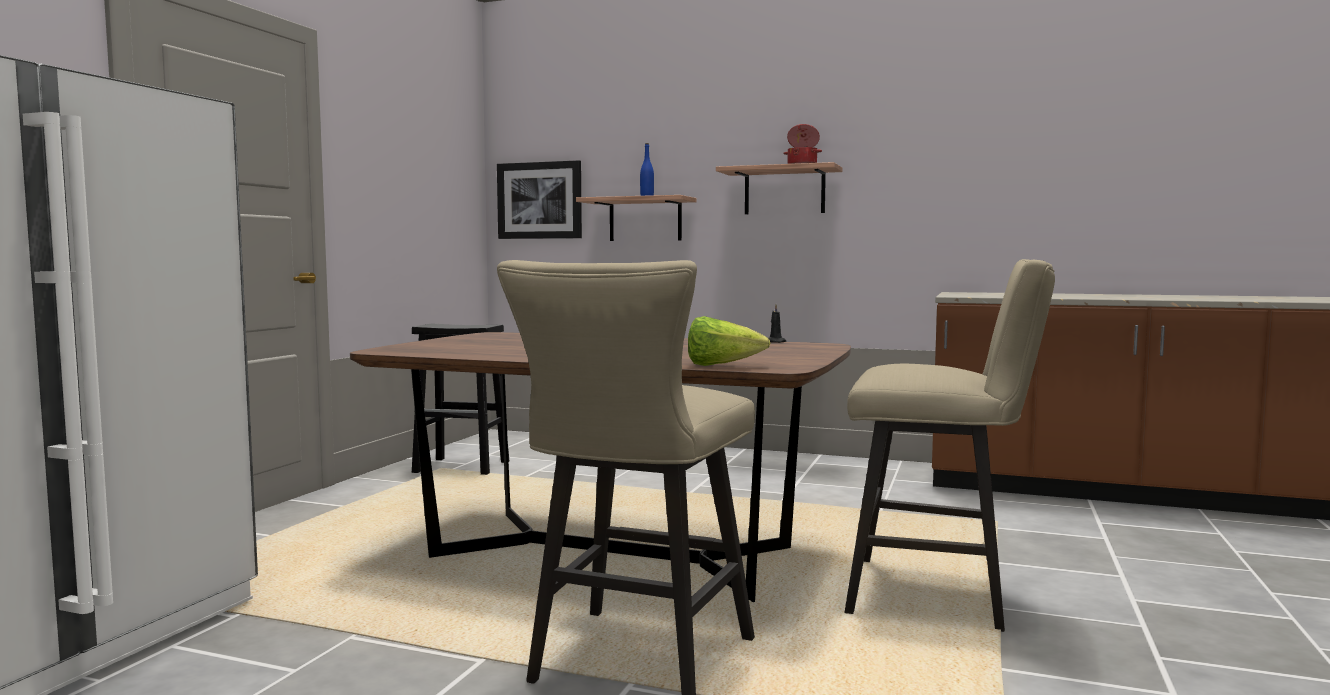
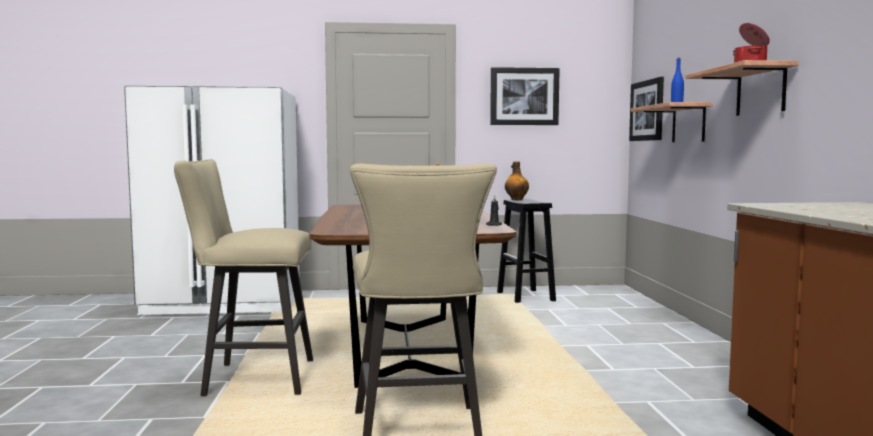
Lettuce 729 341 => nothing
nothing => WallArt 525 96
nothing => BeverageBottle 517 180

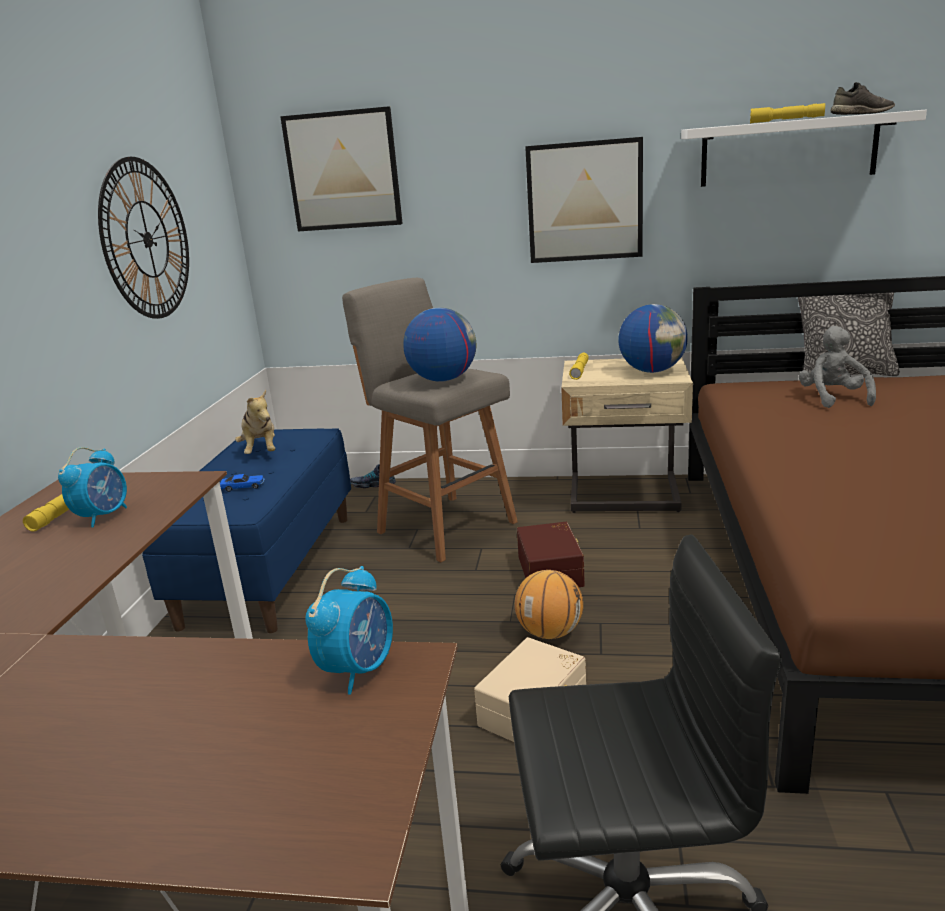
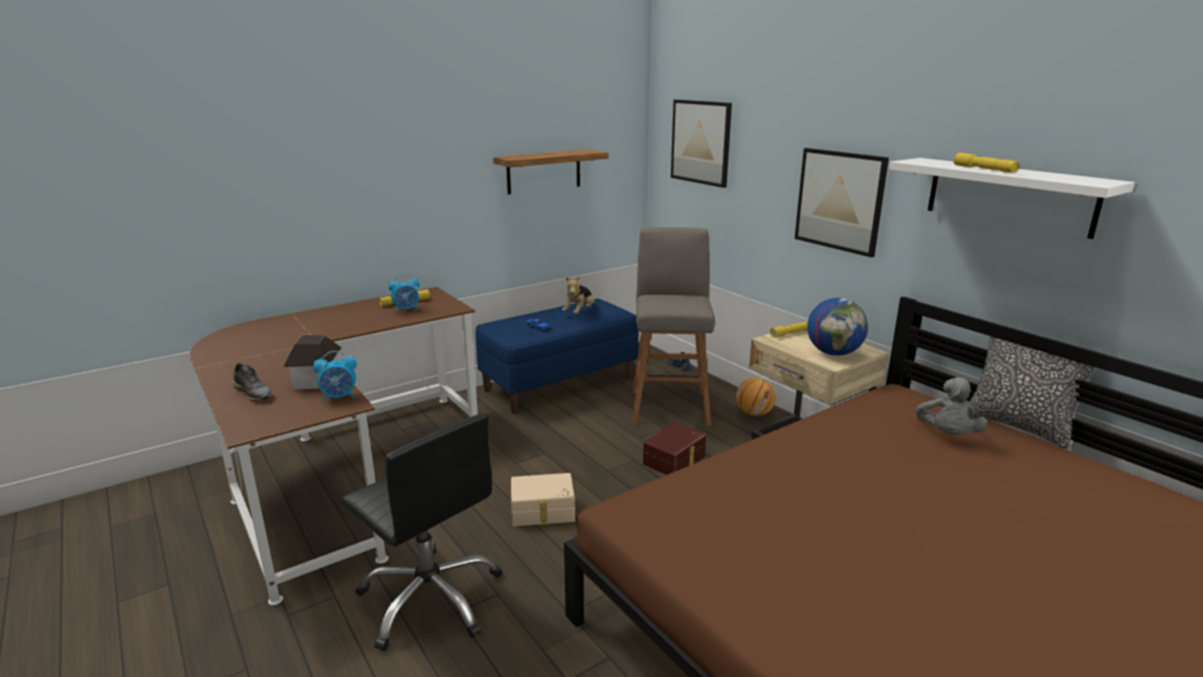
GrayItemOfFootwear 862 98 => GrayItemOfFootwear 253 382, relocated
ClockOnTheWall 143 238 => WallShelf 551 172
DeskGlobe 439 345 => nothing
GrayPlushToy 837 367 => GrayPlushToy 952 406, 150 degrees clockwise
BallForBasketball 549 604 => BallForBasketball 756 396, relocated
nothing => ToyHouse 312 362

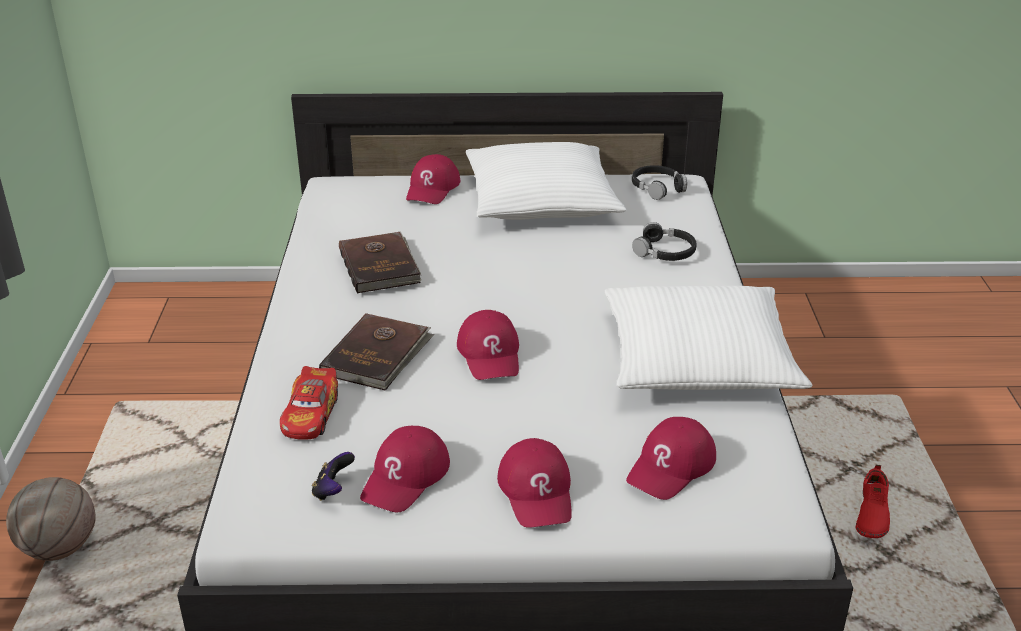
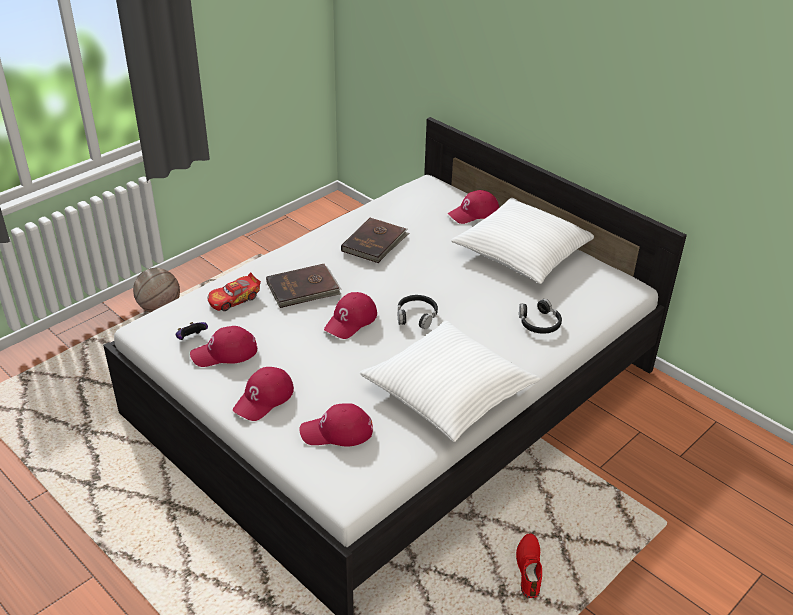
BlackPairOfHeadphones 659 182 => BlackPairOfHeadphones 418 312, relocated
RedItemOfFootwear 872 501 => RedItemOfFootwear 529 565, 120 degrees clockwise

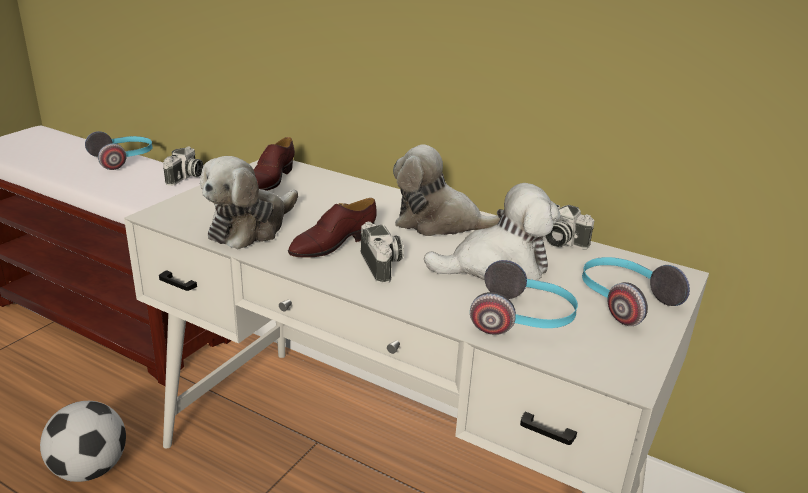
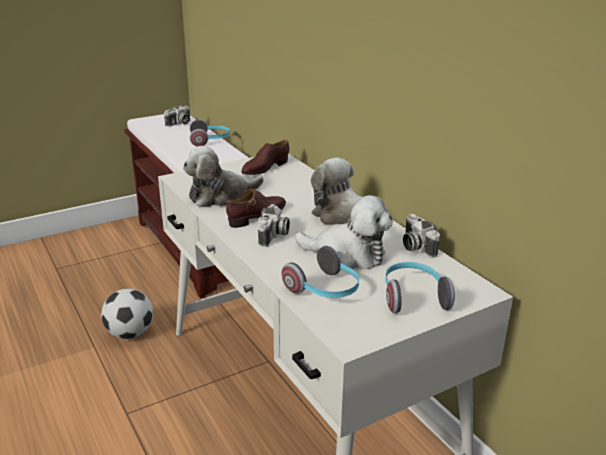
StillCamera 183 166 => StillCamera 177 116, relocated
BrownItemOfFootwear 332 228 => BrownItemOfFootwear 256 208, 150 degrees clockwise

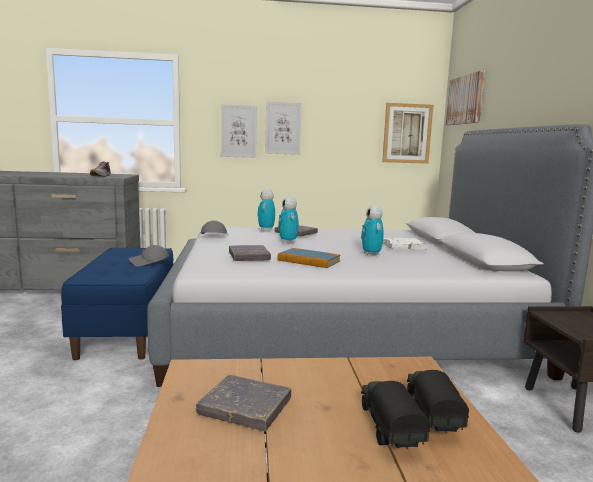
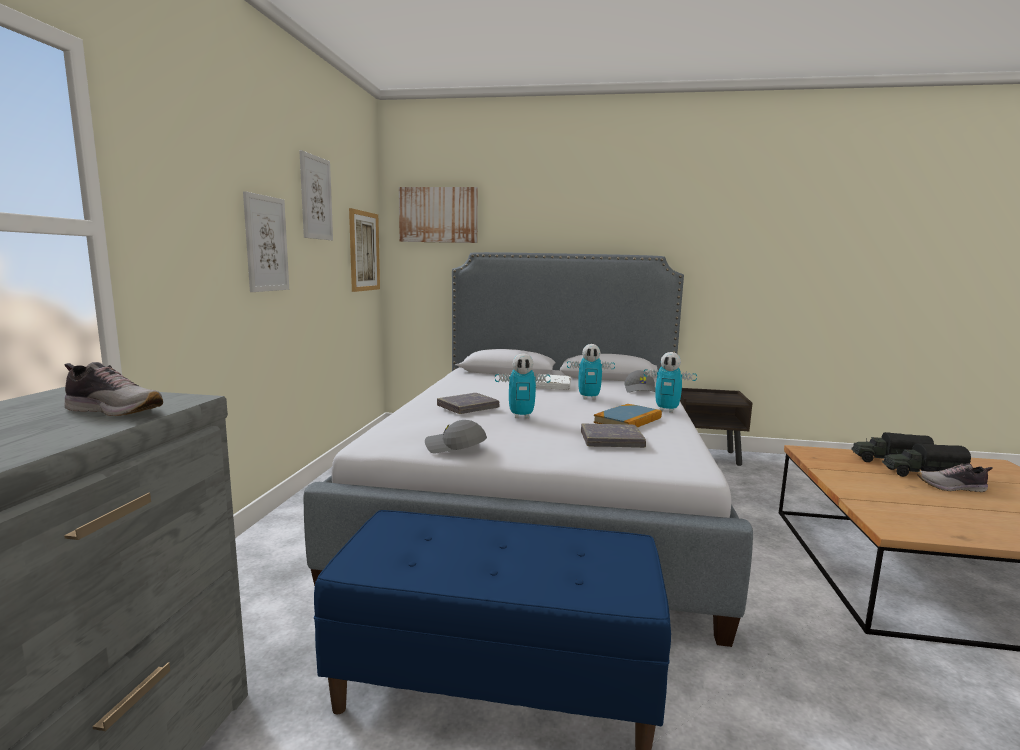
WallArt 239 131 => WallArt 316 195, relocated
RobotFigure 266 210 => RobotFigure 670 382, relocated
GrayBaseballCap 149 255 => GrayBaseballCap 640 381, relocated
GrayBook 243 403 => nothing
nothing => ItemOfFootwear 955 477

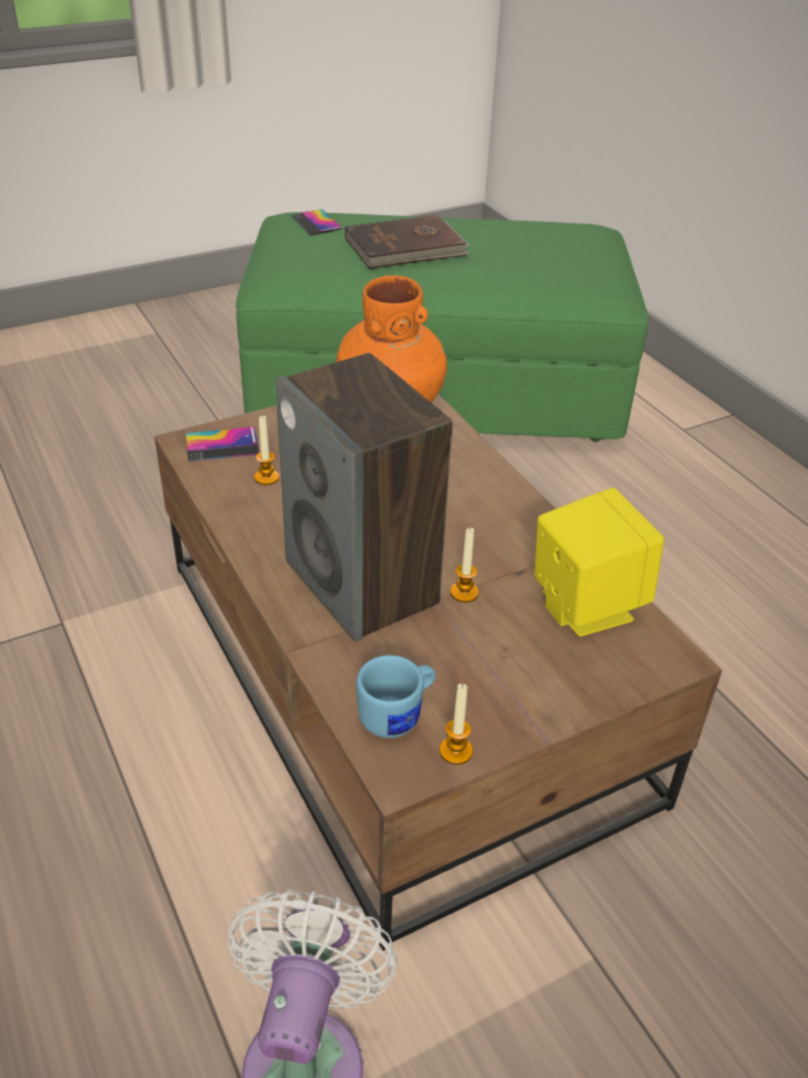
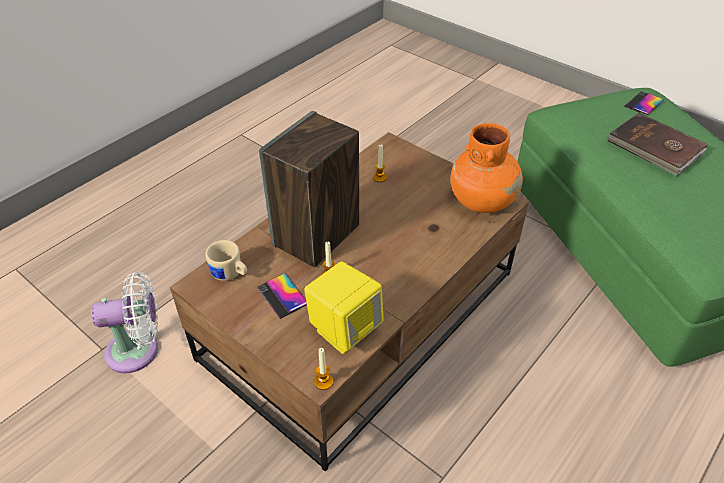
Phone 222 444 => Phone 282 296, relocated
BlueColouredCoffeeMug 396 696 => SandColouredCoffeeMug 226 260
WaxLight 456 724 => WaxLight 323 369, relocated

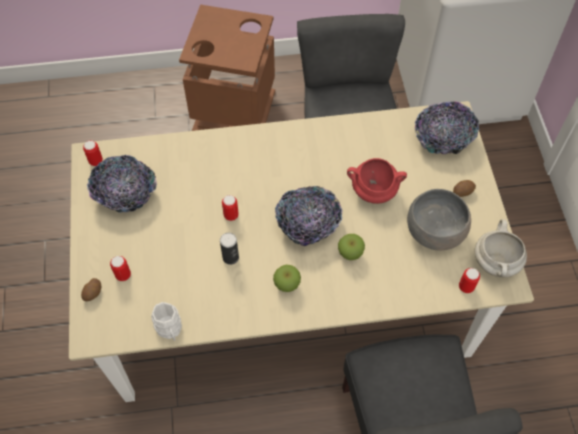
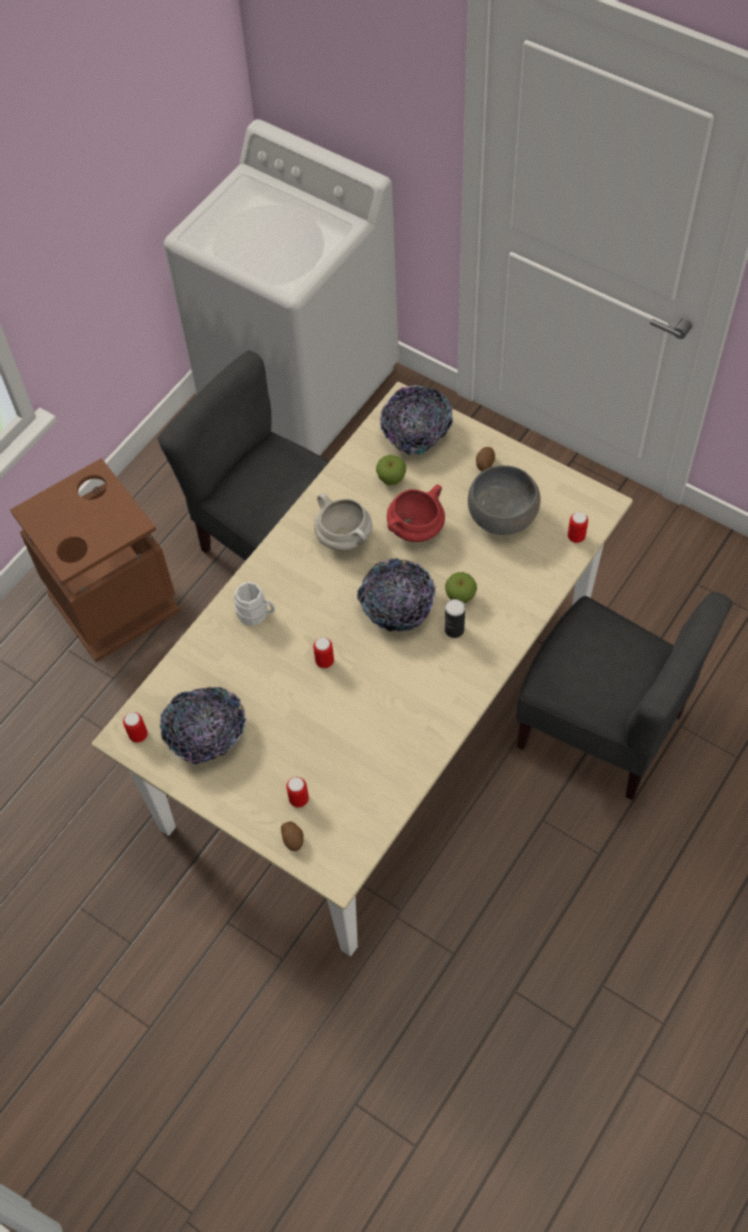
WhitishSaucepot 501 248 => WhitishSaucepot 343 522, relocated
SealedCan 229 249 => SealedCan 455 618, relocated
Apple 287 278 => Apple 391 470, relocated
WhitishCoffeeMug 166 321 => WhitishCoffeeMug 254 604, relocated

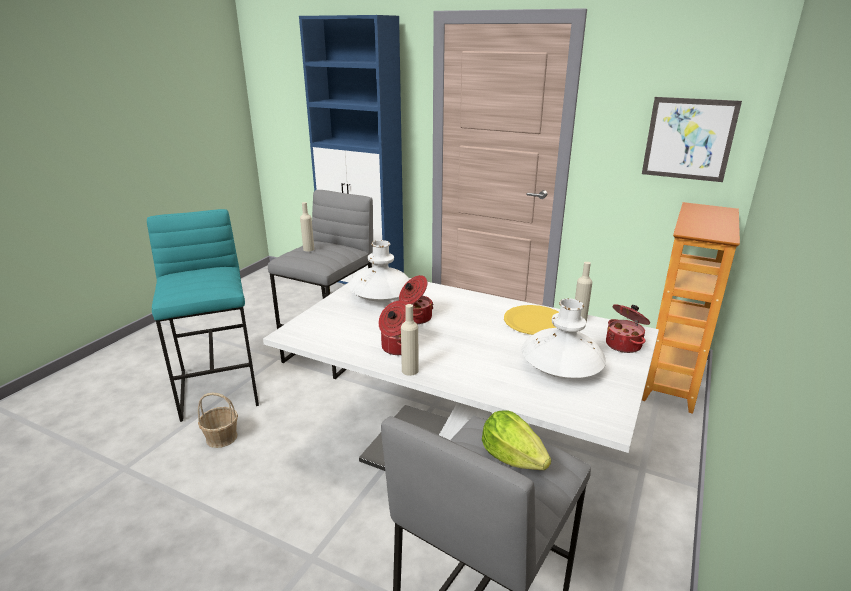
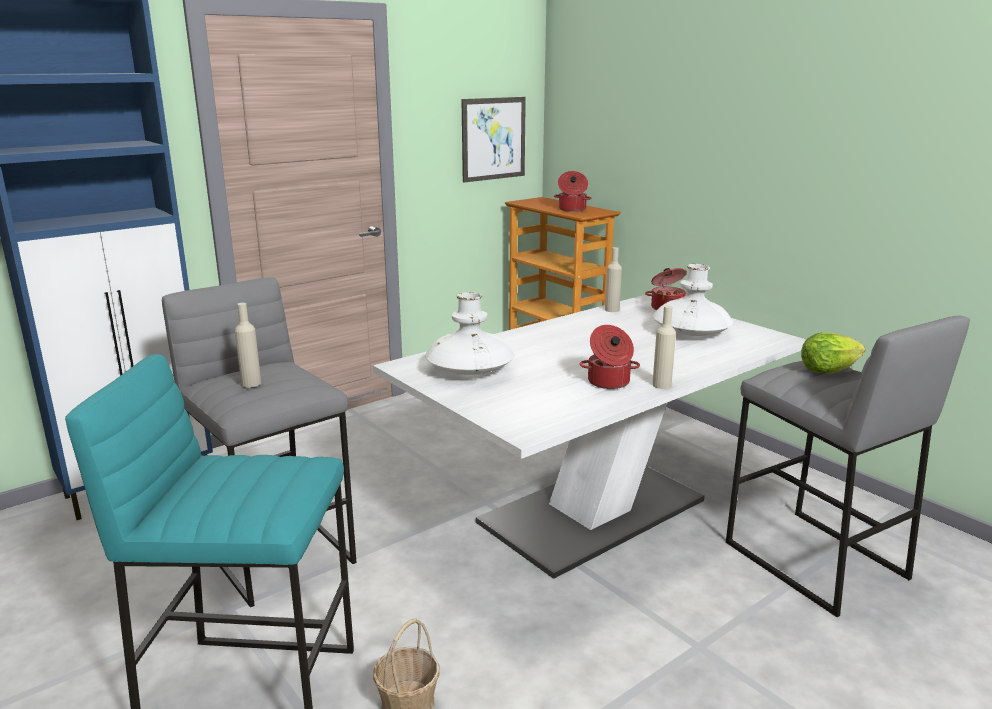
Saucepot 416 299 => Saucepot 573 191, relocated
YellowDinnerPlate 531 320 => nothing

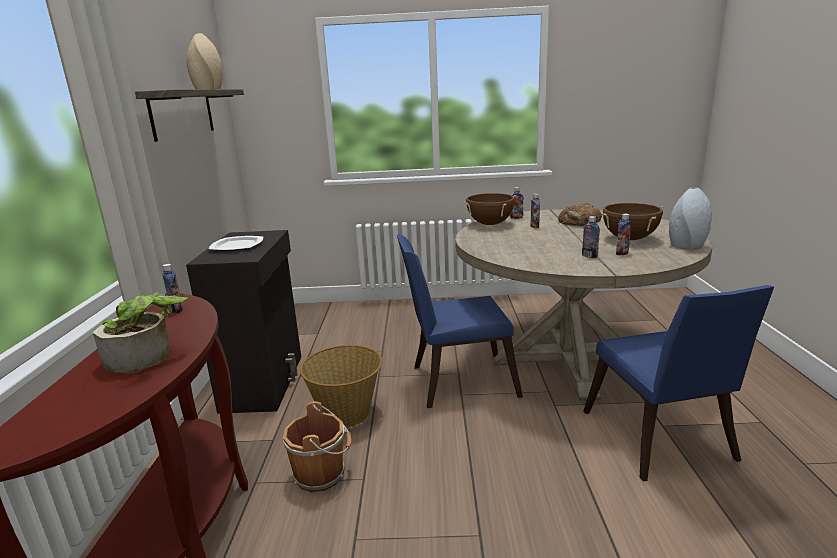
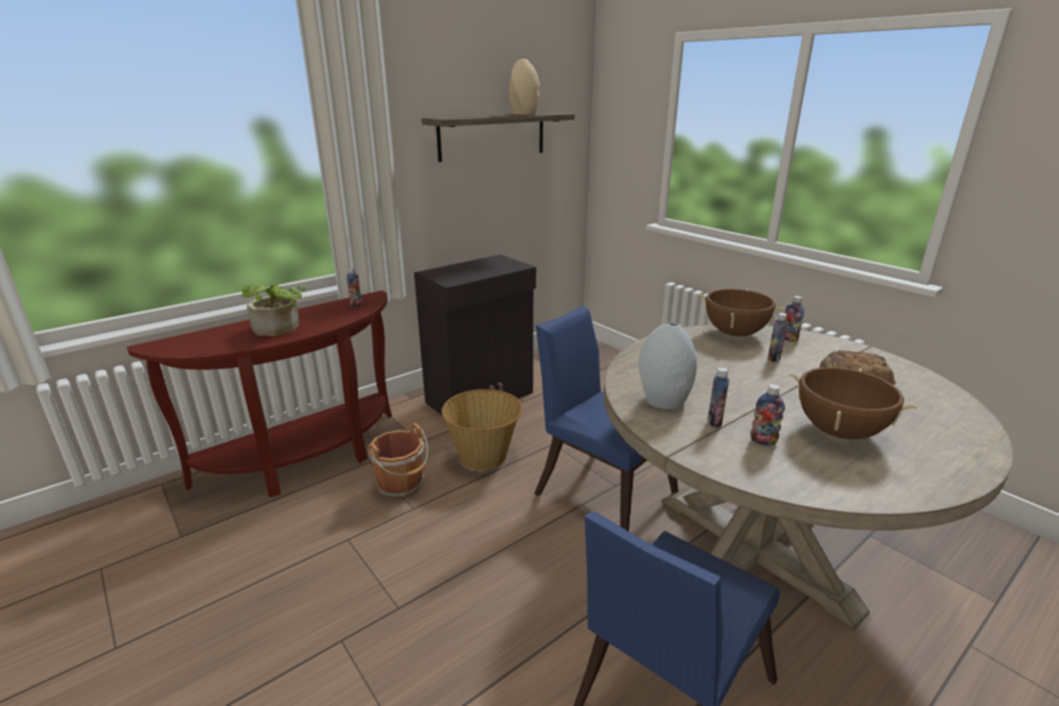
GrayVase 690 218 => GrayVase 668 365, relocated
DinnerPlate 236 243 => nothing

